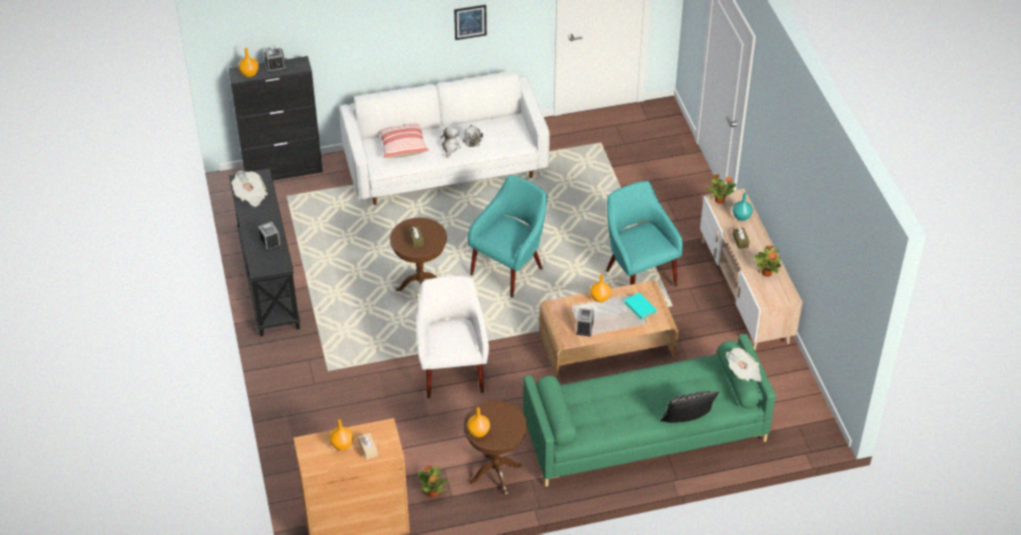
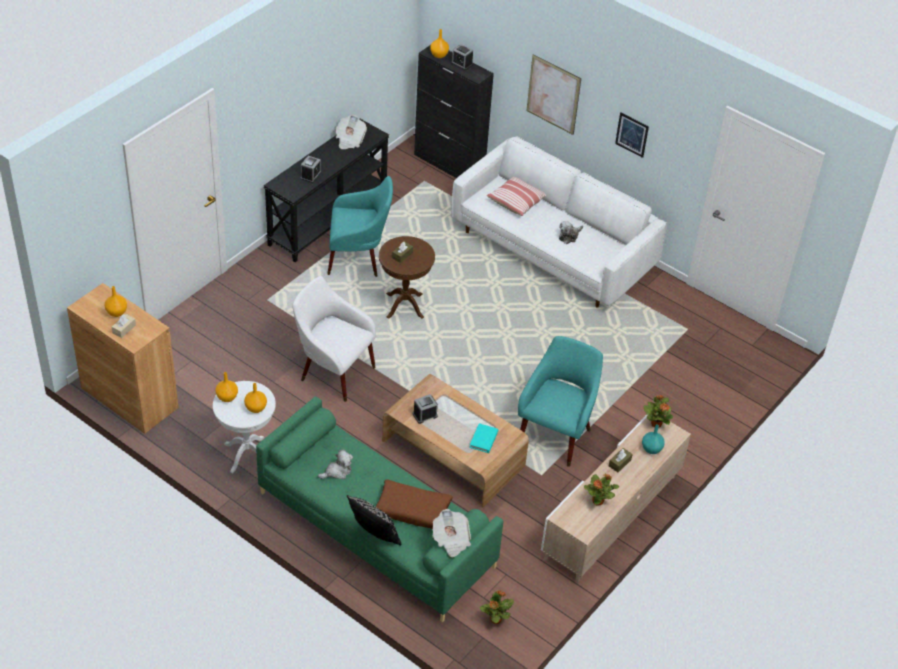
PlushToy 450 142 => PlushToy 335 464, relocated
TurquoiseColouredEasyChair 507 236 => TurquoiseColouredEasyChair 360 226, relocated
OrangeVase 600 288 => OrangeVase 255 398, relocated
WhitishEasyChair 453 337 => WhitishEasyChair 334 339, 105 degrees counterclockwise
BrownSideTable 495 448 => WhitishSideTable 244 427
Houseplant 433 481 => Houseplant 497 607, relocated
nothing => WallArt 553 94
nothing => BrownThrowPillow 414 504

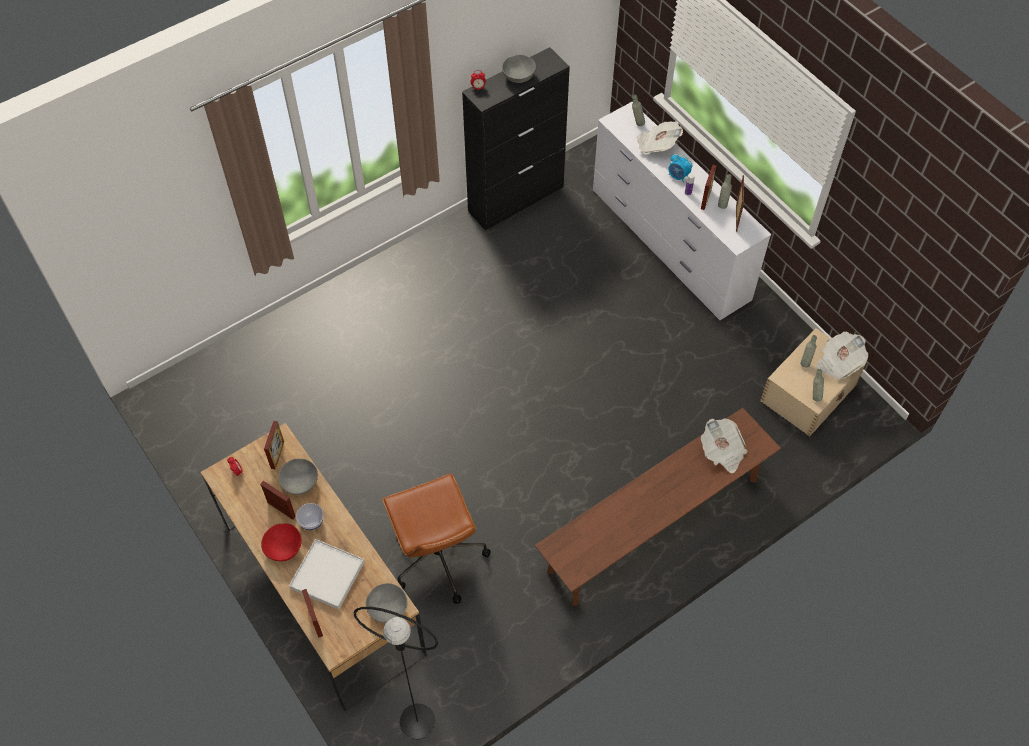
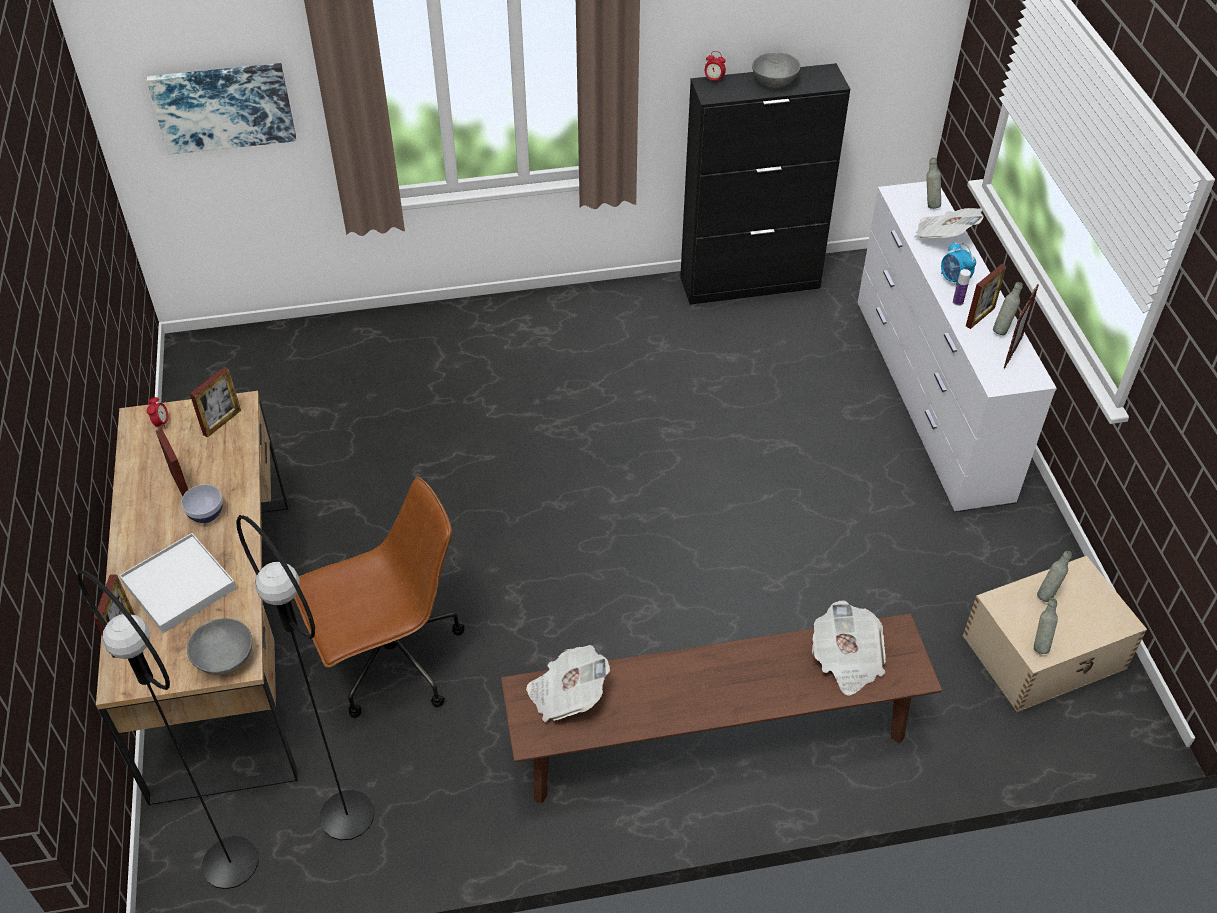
DailyPaper 842 356 => DailyPaper 568 683, relocated
GrayDeepDish 298 476 => nothing
BrownComputerChair 436 539 => BrownComputerChair 379 597, 120 degrees counterclockwise
RedDeepDish 281 542 => nothing
nothing => WallArt 221 109
nothing => BlackStandardLamp 305 678

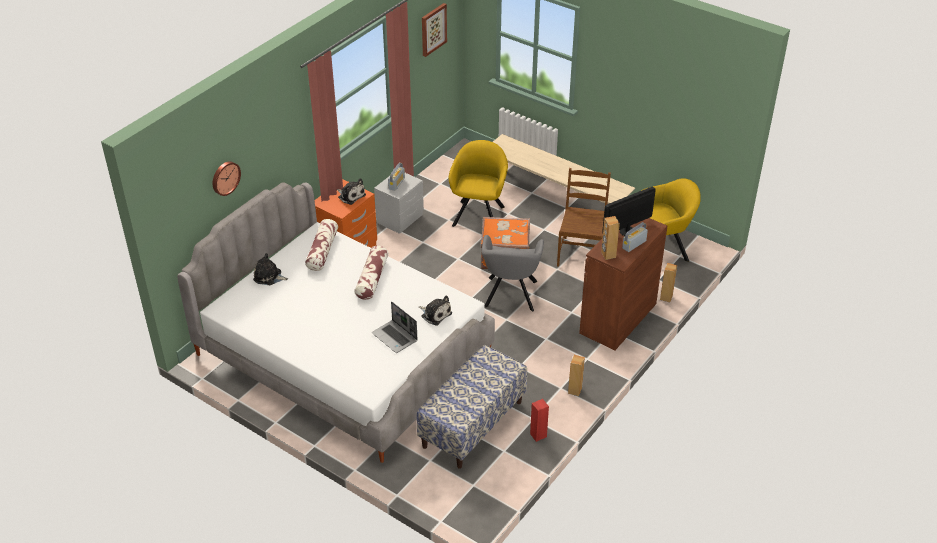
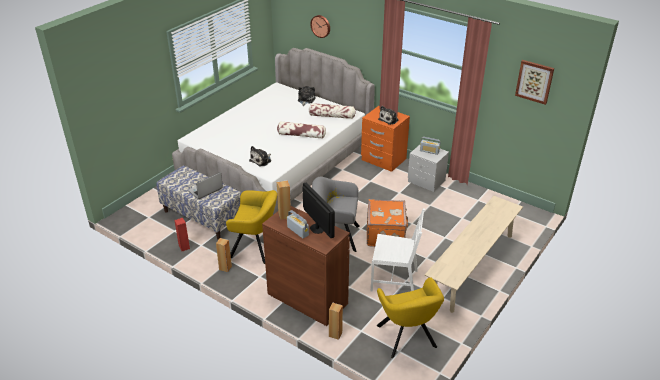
YellowEasyChair 478 183 => YellowEasyChair 251 227, relocated
BrownUprightChair 584 217 => WhitishUprightChair 398 250
NotebookComputer 395 327 => NotebookComputer 205 185, relocated

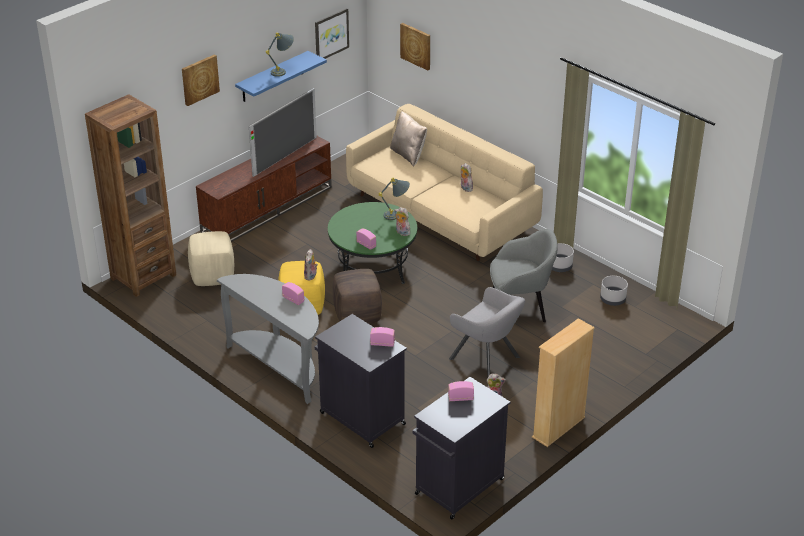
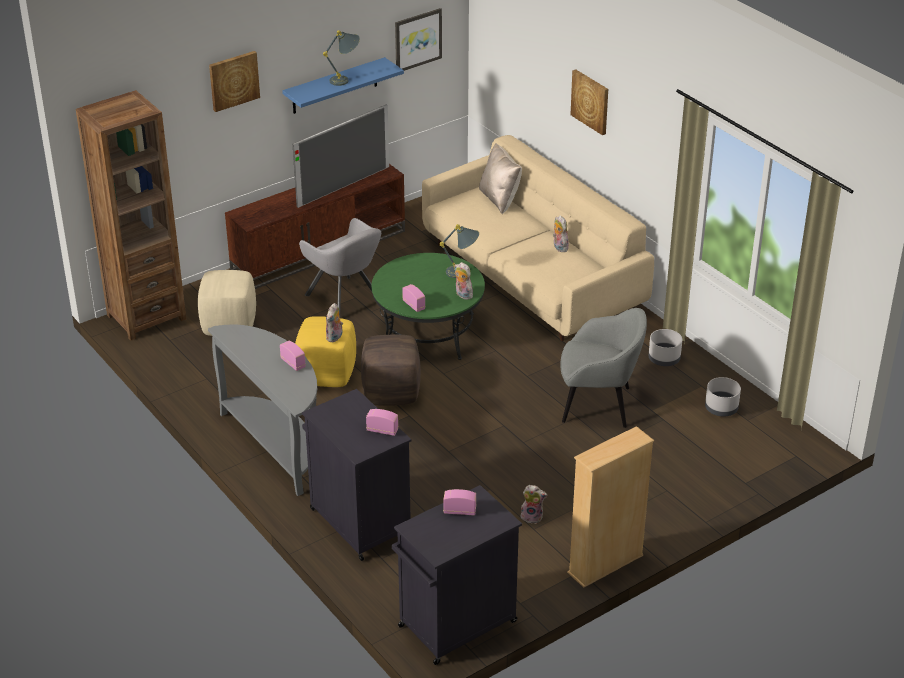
WallArt 415 47 => WallArt 589 102, relocated
GrayEasyChair 487 332 => GrayEasyChair 340 267, relocated

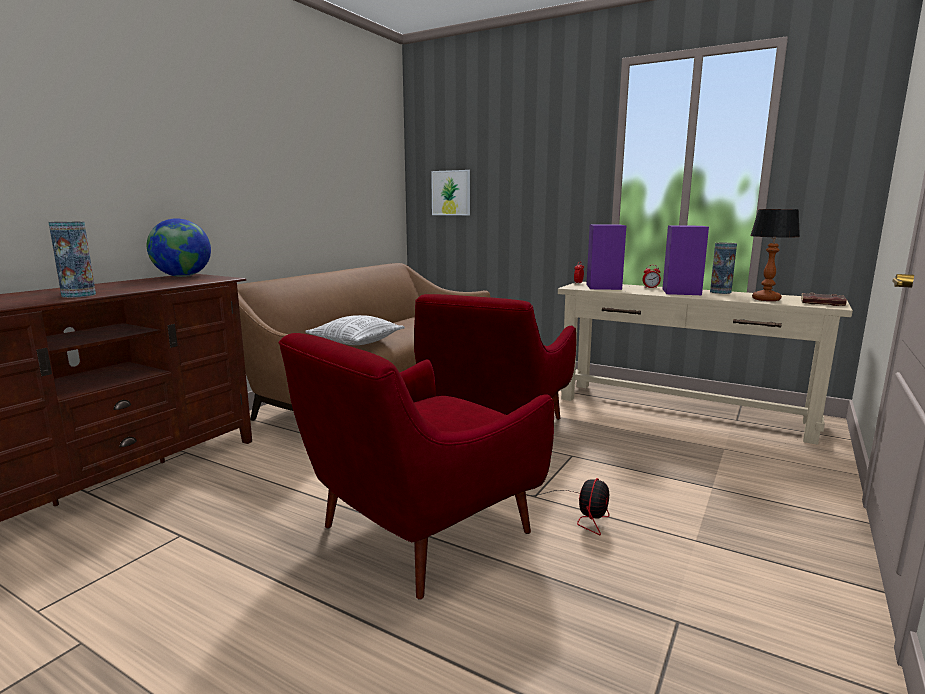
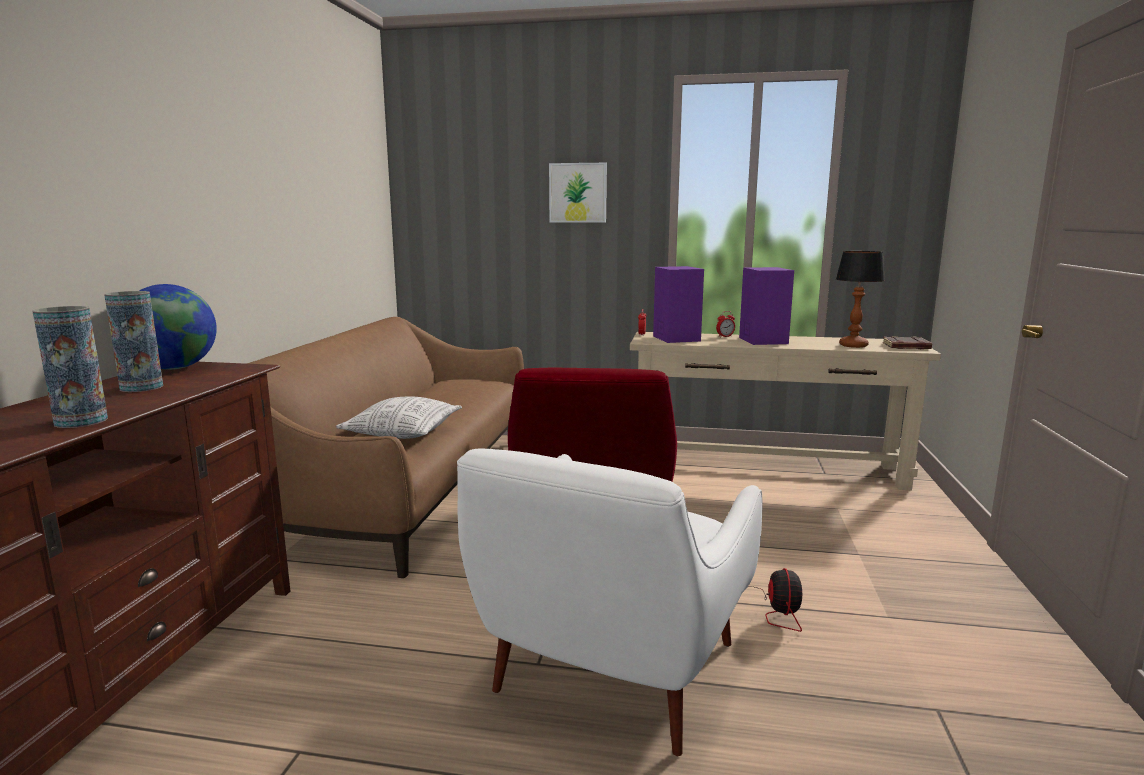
WallArt 450 192 => WallArt 578 193, relocated
Vase 723 268 => Vase 133 341, relocated
RedEasyChair 416 466 => WhitishEasyChair 609 602

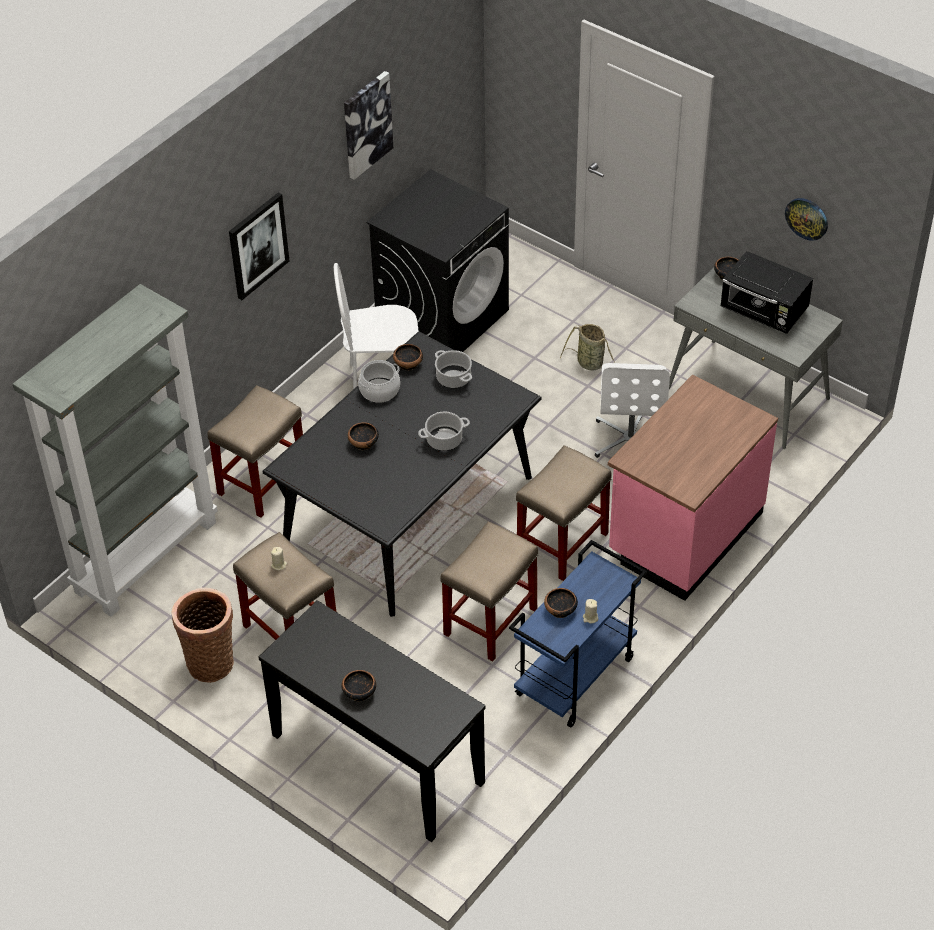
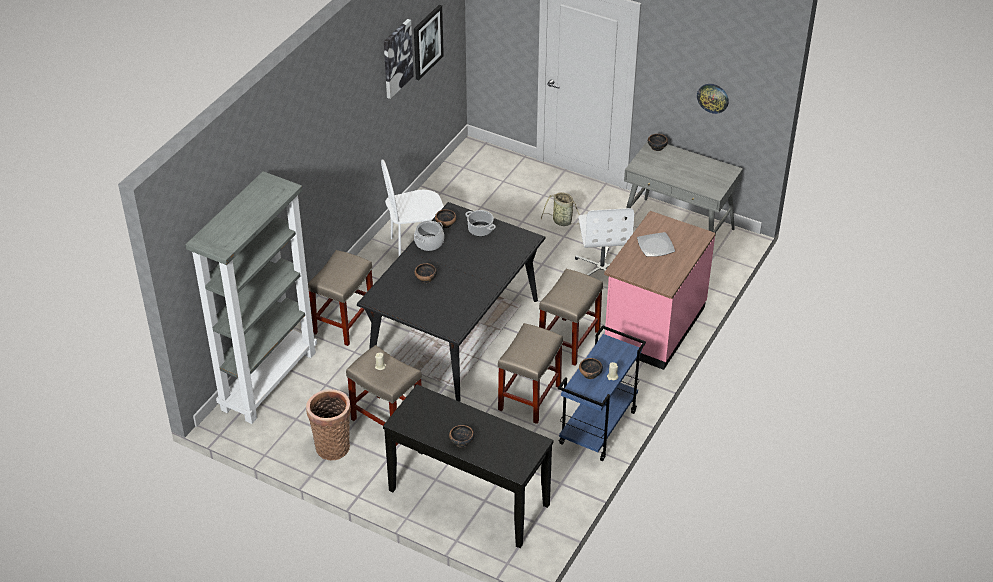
BlackLaundryMachine 438 260 => nothing
WallArt 259 246 => WallArt 429 42, relocated
BlackMicrowave 766 292 => nothing
Saucepot 444 431 => nothing
nothing => DinnerPlate 656 244

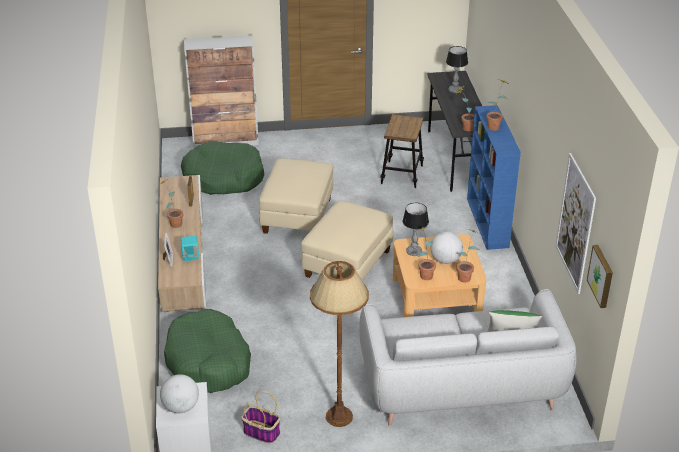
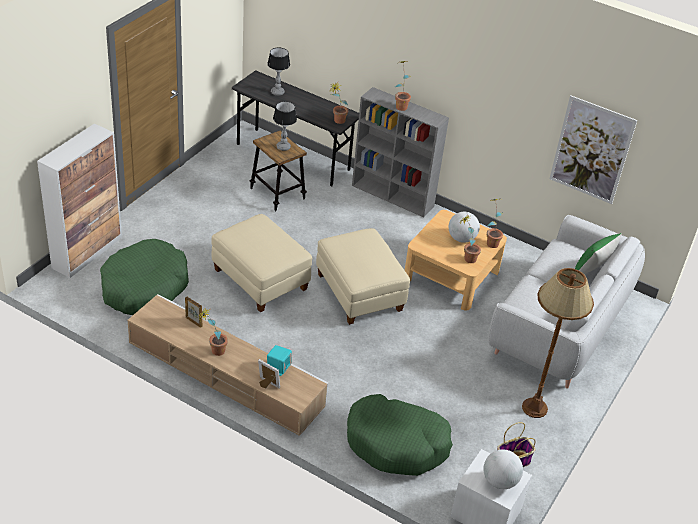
BlueColouredBookcase 494 177 => GrayBookcase 400 152
LampForATable 416 229 => LampForATable 285 126, relocated
WallArt 600 276 => nothing

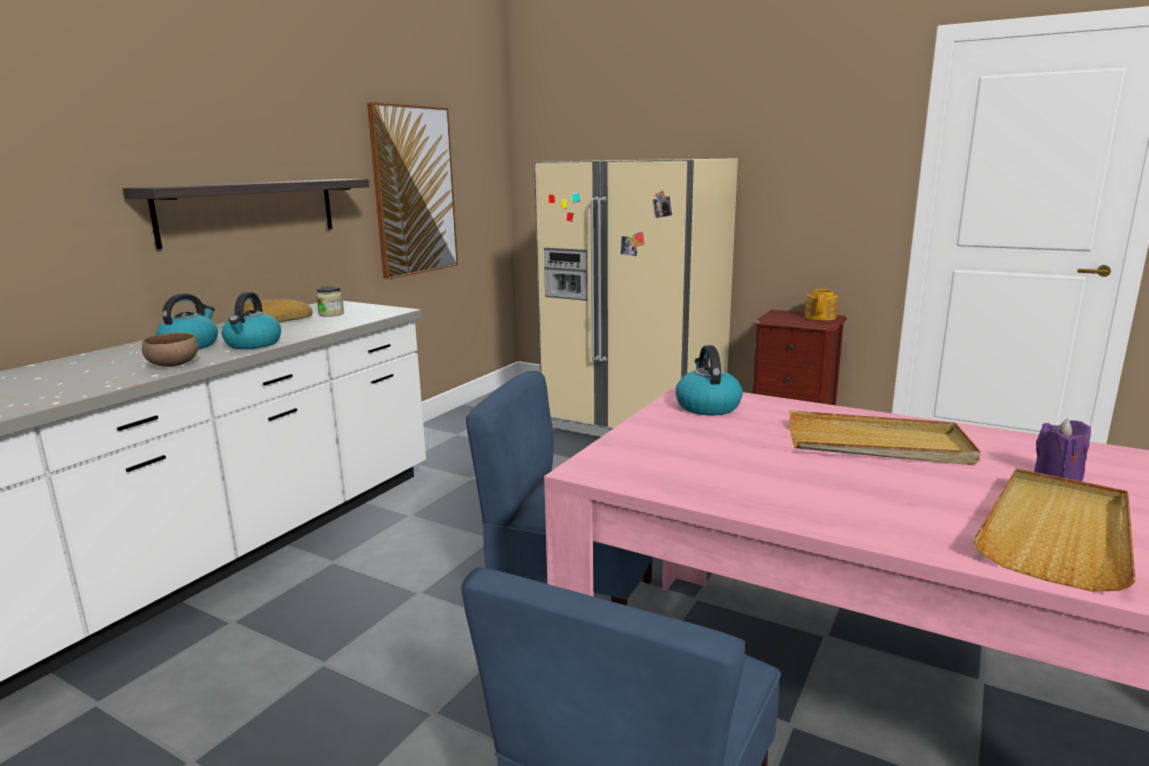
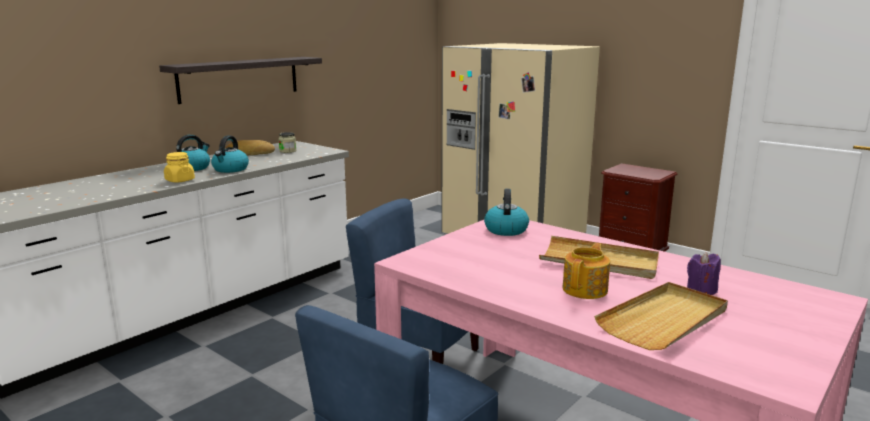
WallArt 412 191 => nothing
TeaPot 821 304 => TeaPot 586 271, relocated
BrownDeepDish 170 350 => YellowJar 179 167

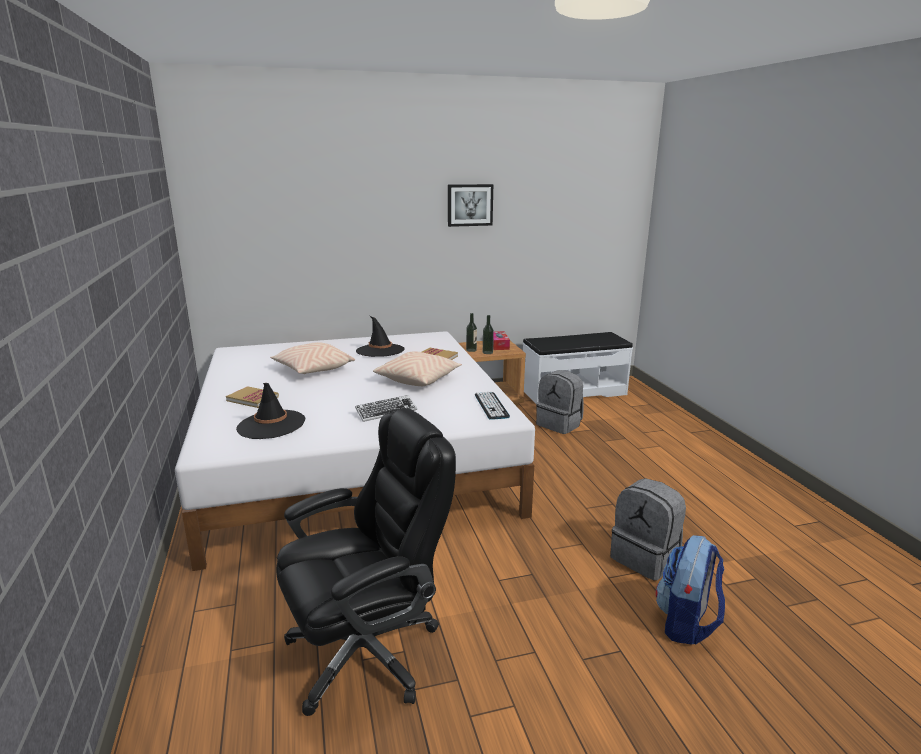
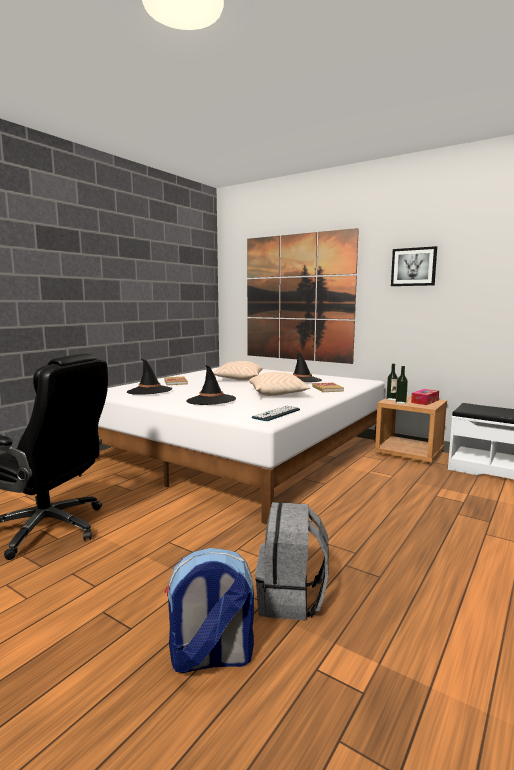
GrayBackpack 559 402 => nothing
ComputerKeyboard 386 408 => BlackHat 211 385
nothing => WallArt 303 296

